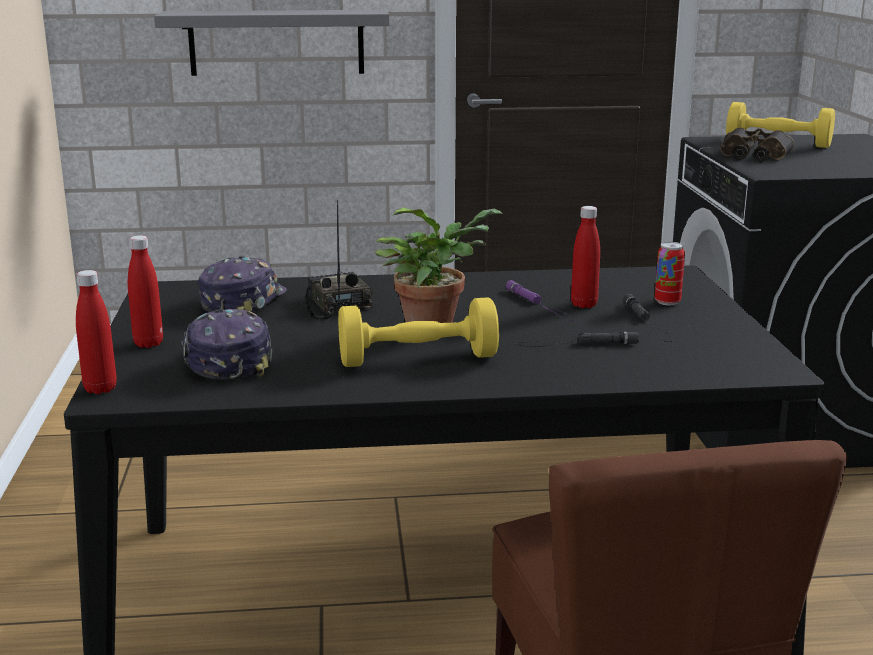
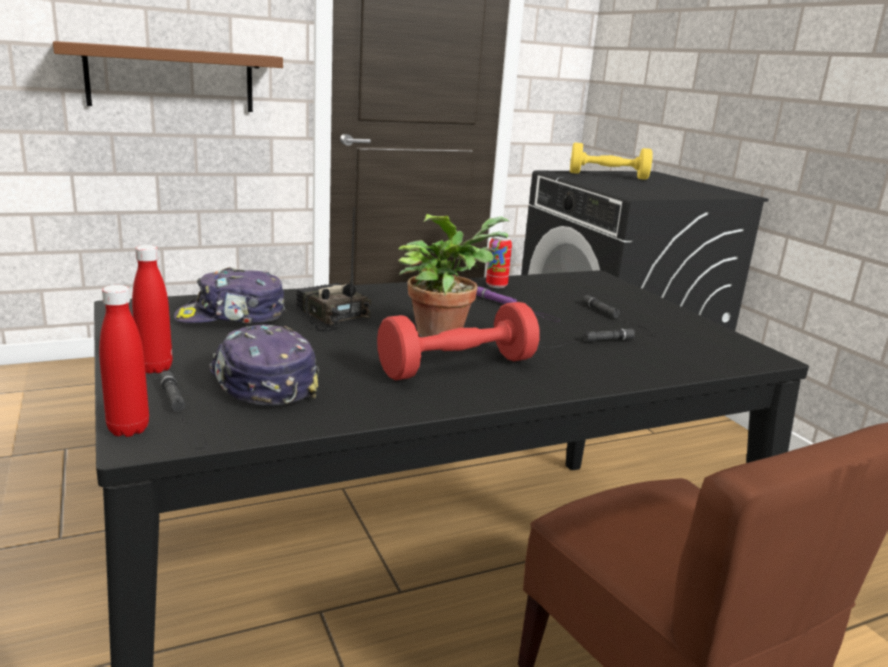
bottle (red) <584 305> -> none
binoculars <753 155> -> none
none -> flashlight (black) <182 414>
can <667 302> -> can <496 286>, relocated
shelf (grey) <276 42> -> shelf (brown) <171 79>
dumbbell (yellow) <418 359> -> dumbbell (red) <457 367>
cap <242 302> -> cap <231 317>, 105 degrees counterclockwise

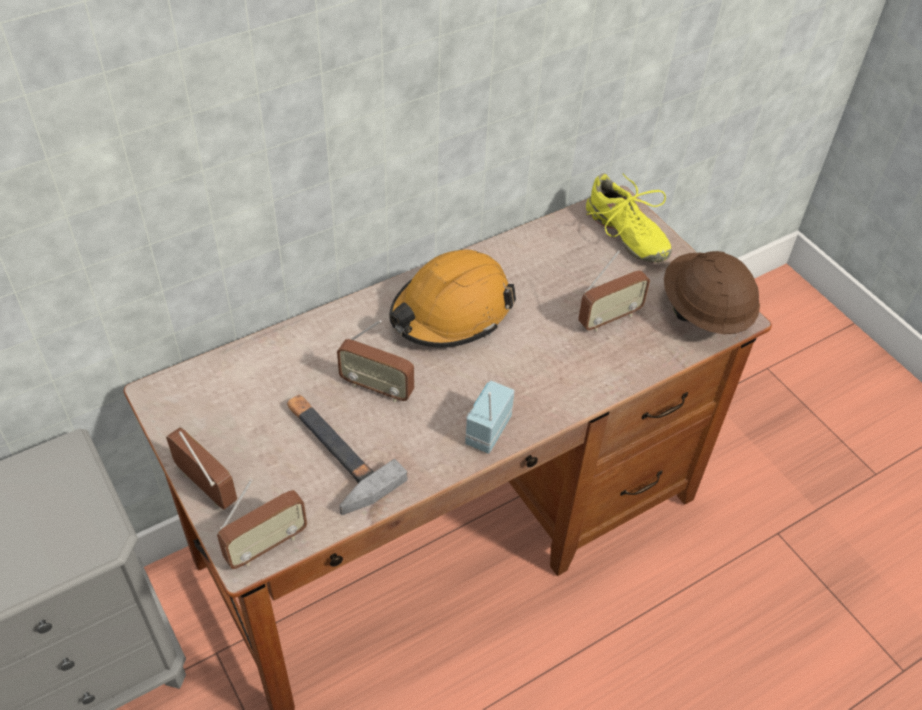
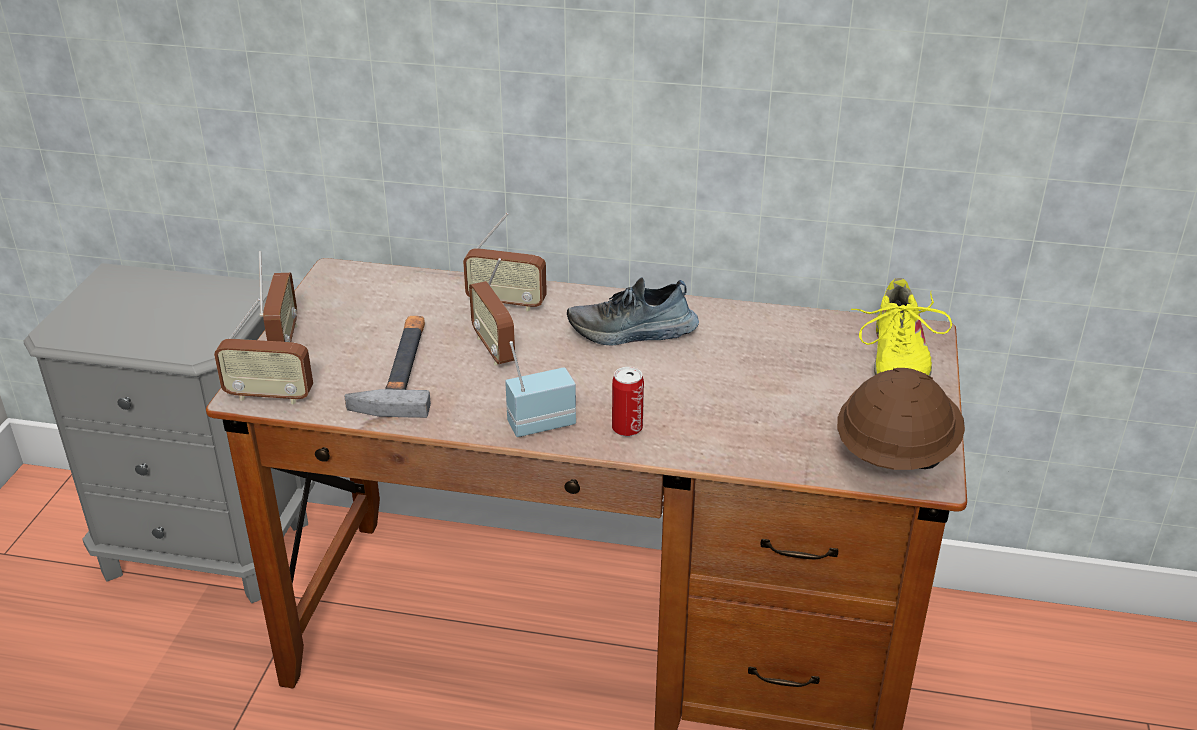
none -> can <627 428>
radio <609 318> -> radio <506 303>, relocated
hard hat (orange) <451 312> -> shoe <632 332>

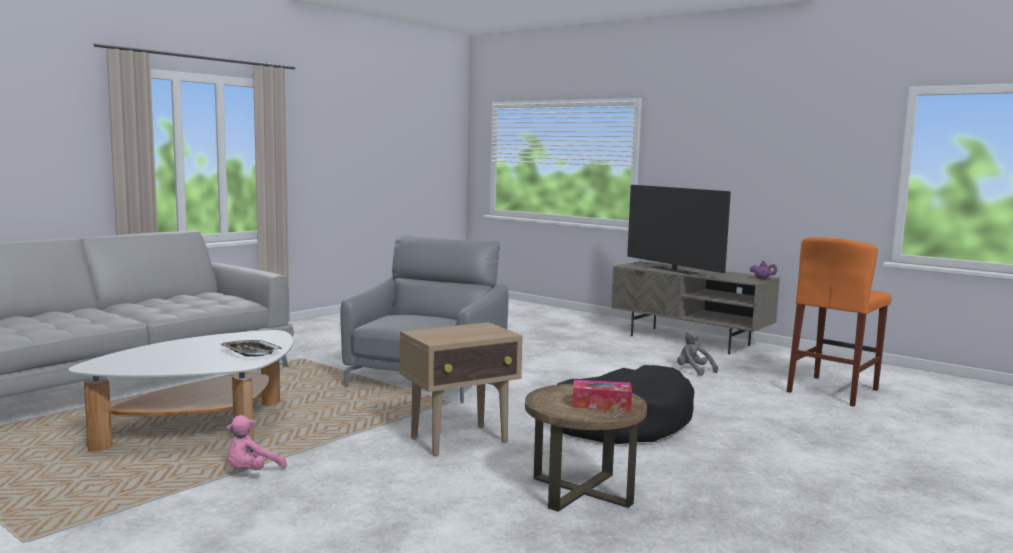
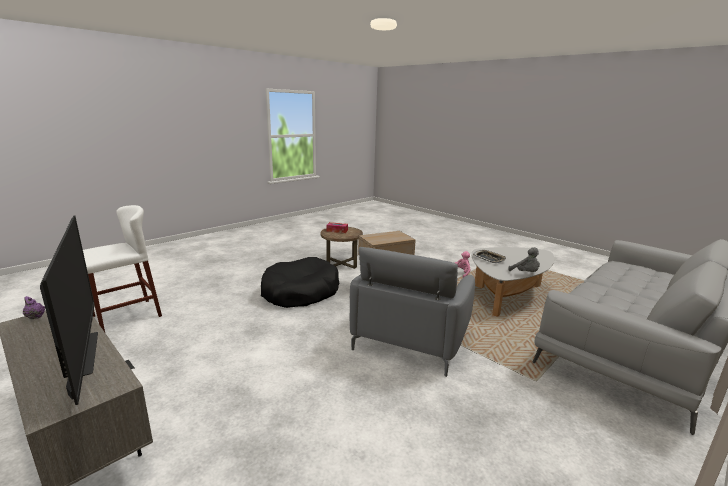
plush toy (grey) <693 371> -> plush toy (grey) <525 273>, relocated
stool (orange) <833 391> -> stool (white) <126 316>

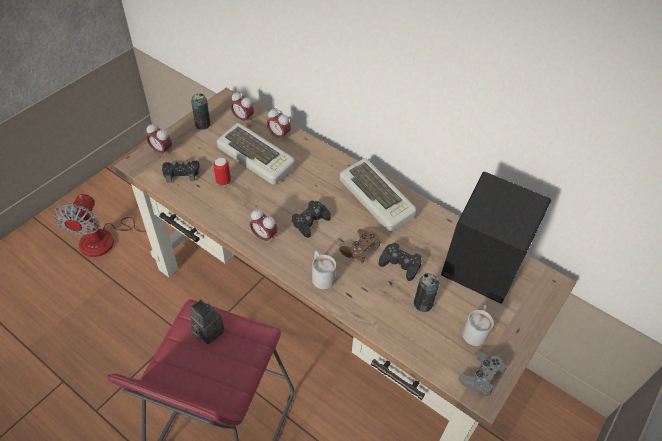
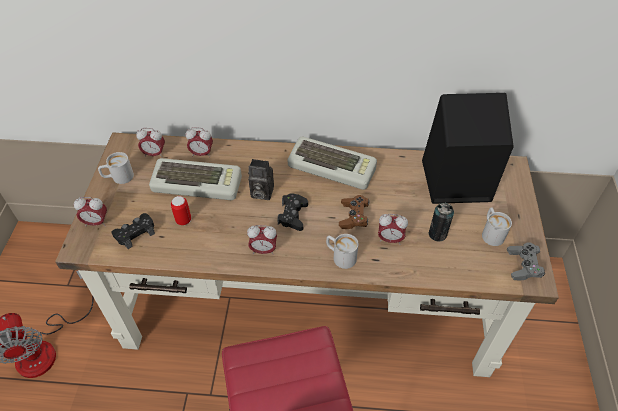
game controller (black) <400 264> -> none
none -> alarm clock <390 239>
photo camera <207 331> -> photo camera <260 193>, relocated
can <203 124> -> mug (white) <118 177>

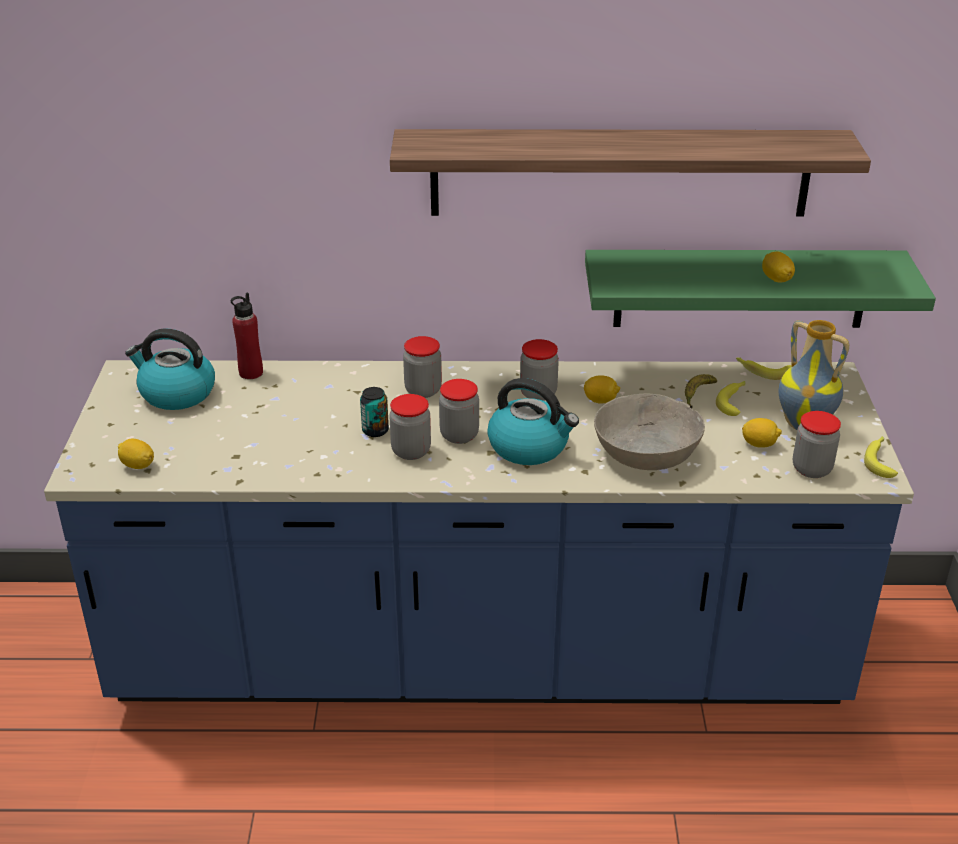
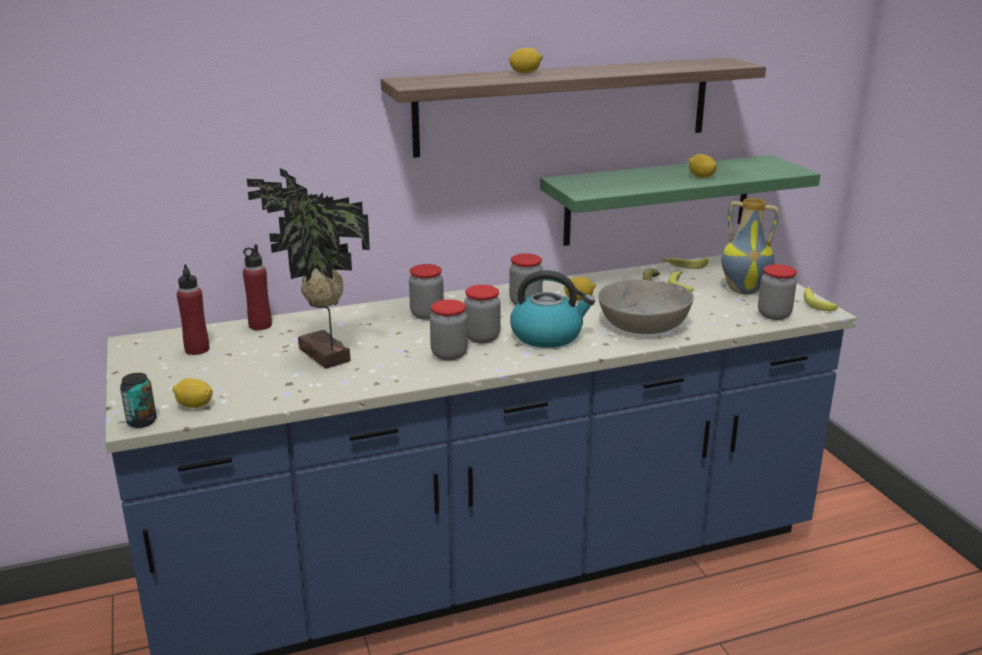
none -> potted plant <321 357>
can <375 430> -> can <141 421>, relocated
lemon <759 444> -> lemon <525 73>, relocated
kettle <176 393> -> bottle (red) <197 349>

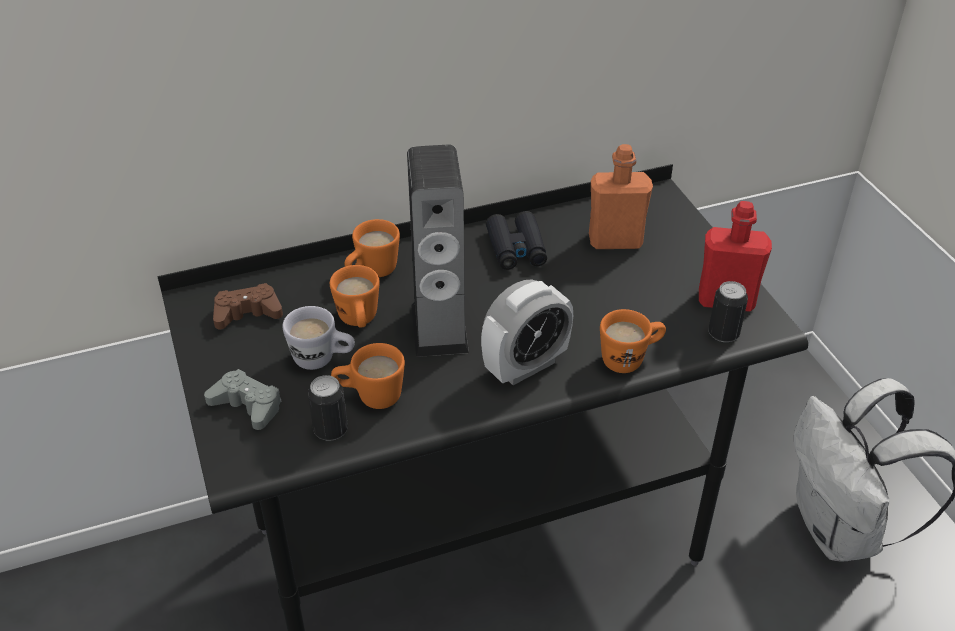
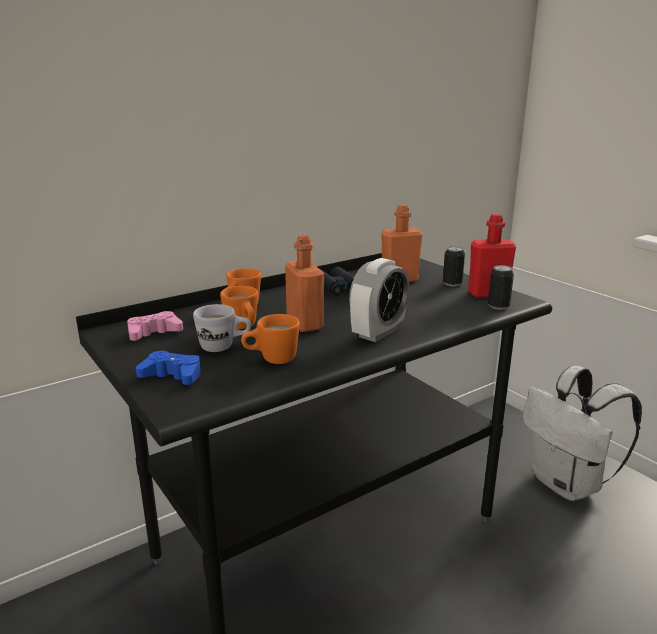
mug (orange) <630 359> -> none
can <330 430> -> can <452 283>, relocated
speaker <439 328> -> bottle (orange) <305 324>
game controller (grey) <247 405> -> game controller (blue) <172 375>
game controller (brown) <247 313> -> game controller (pink) <153 333>

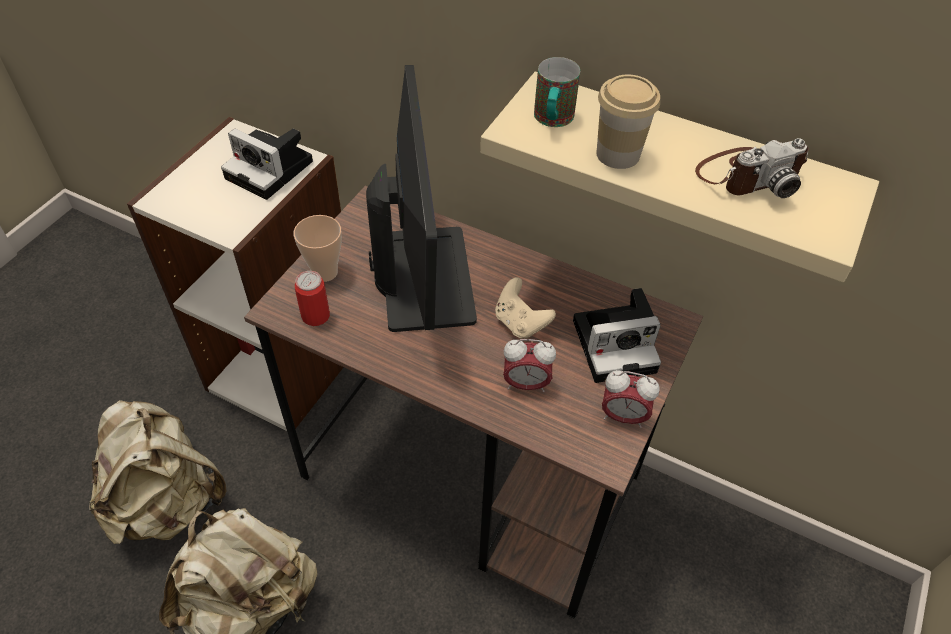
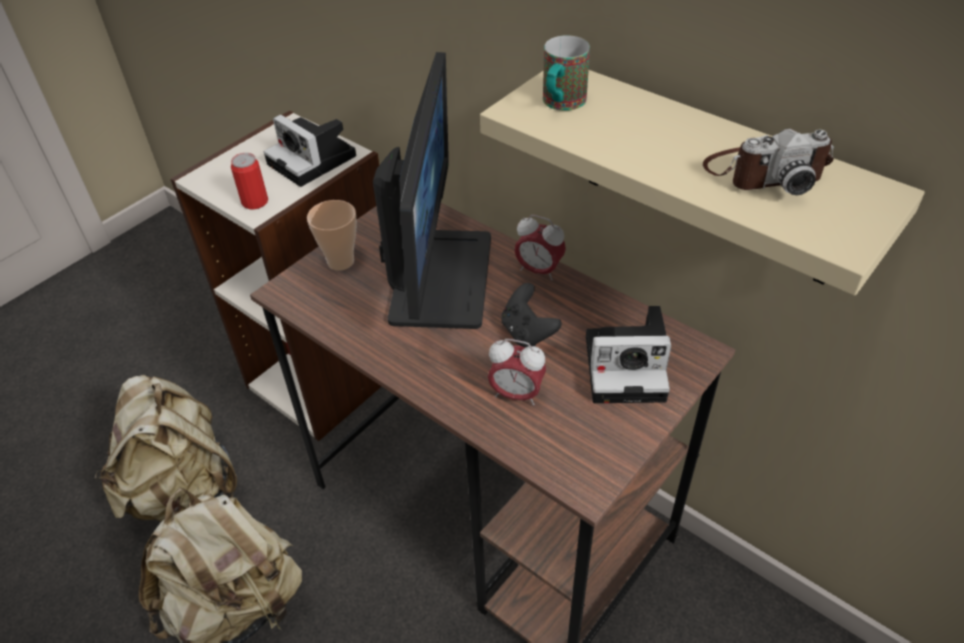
cup <618 154> -> none
can <315 316> -> can <255 202>, relocated
alarm clock <623 416> -> alarm clock <539 270>, relocated
game controller (beige) <520 323> -> game controller (black) <527 333>

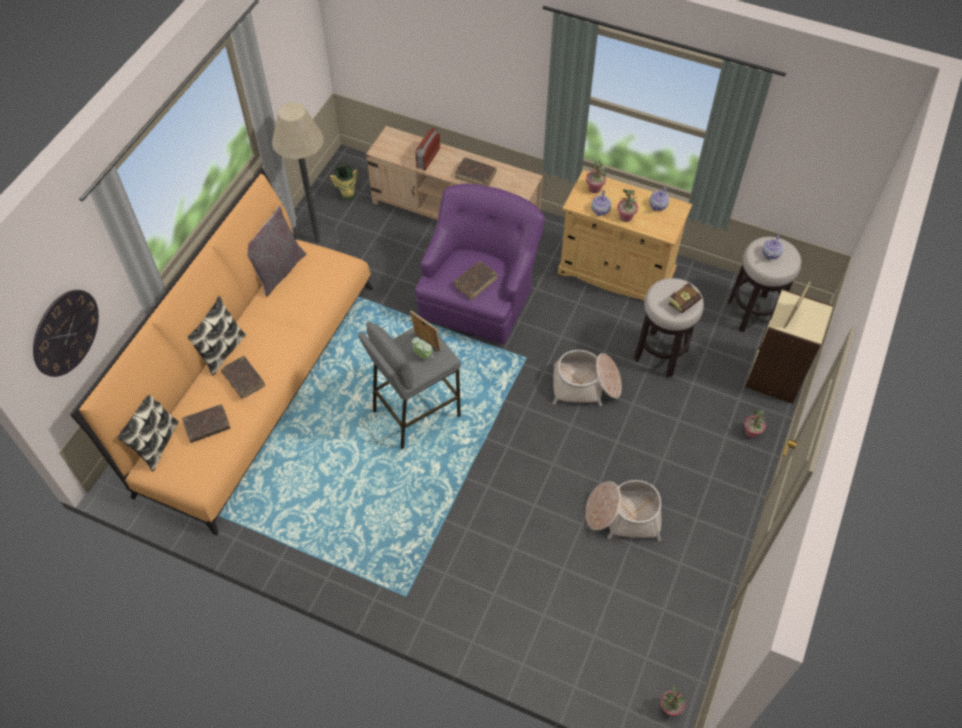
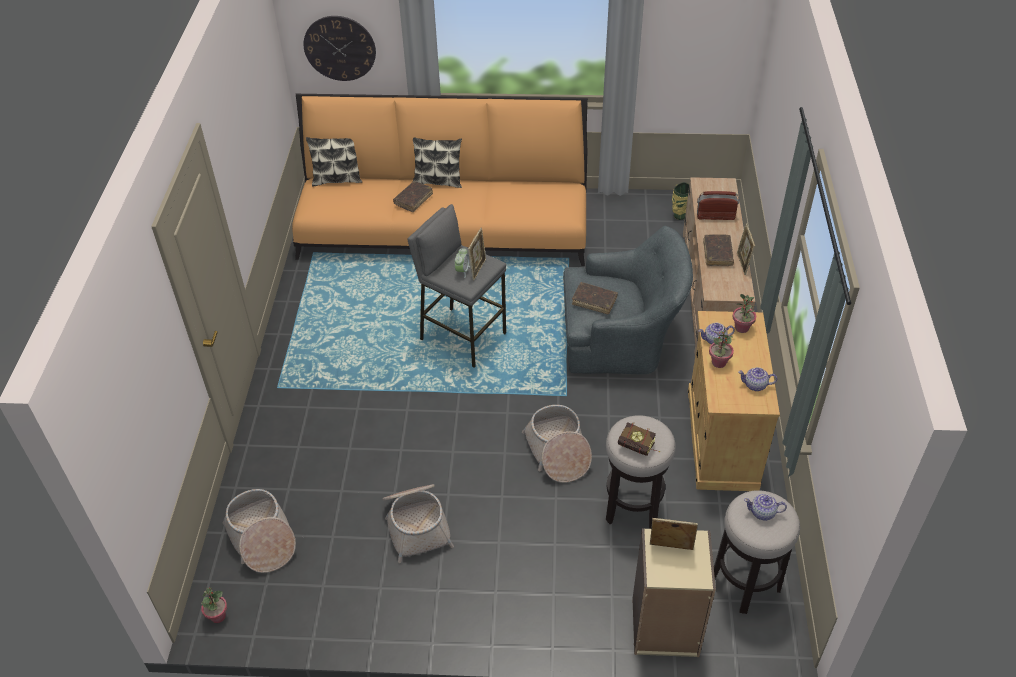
book (brown) <207 426> -> none
pillow (grey) <278 271> -> none
floor lamp <318 242> -> none
potted plant <751 432> -> none
none -> basket <262 539>
none -> picture frame <742 264>
armchair (purple) <479 295> -> armchair (grey) <621 339>

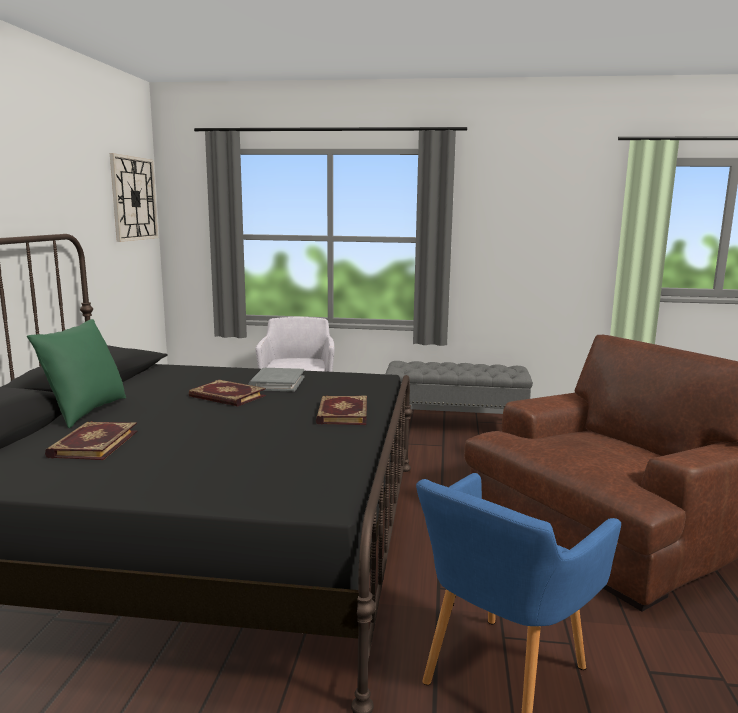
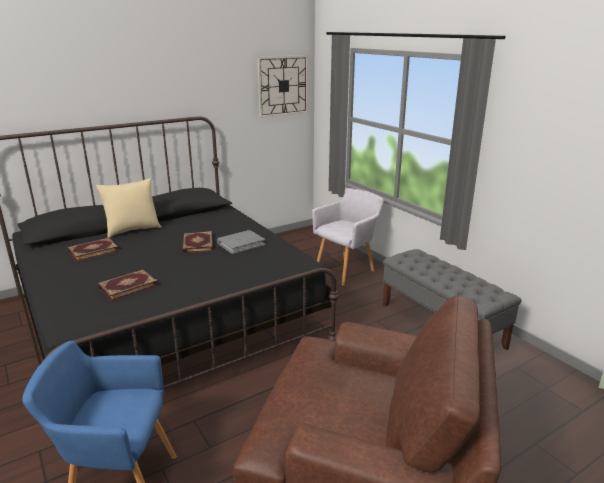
book <341 413> -> book <127 286>, relocated
pillow (green) <85 412> -> pillow (beige) <132 230>

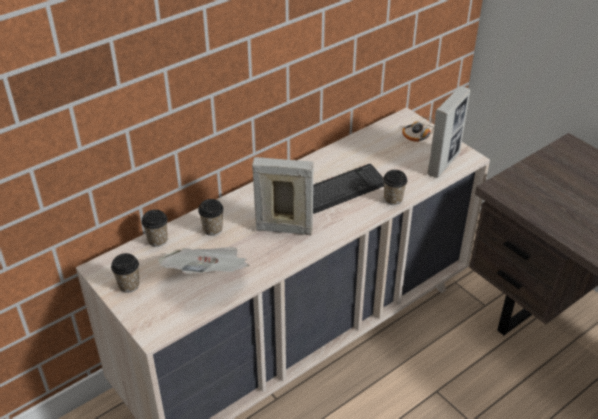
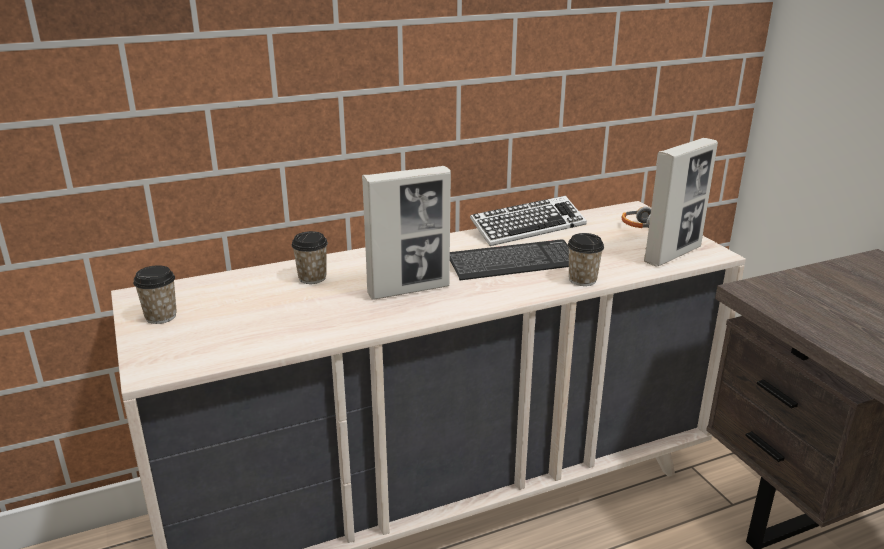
cup <157 240> -> none
newspaper <209 276> -> none
none -> keyboard <528 228>
picture frame <284 229> -> picture frame <409 290>, 135 degrees clockwise

